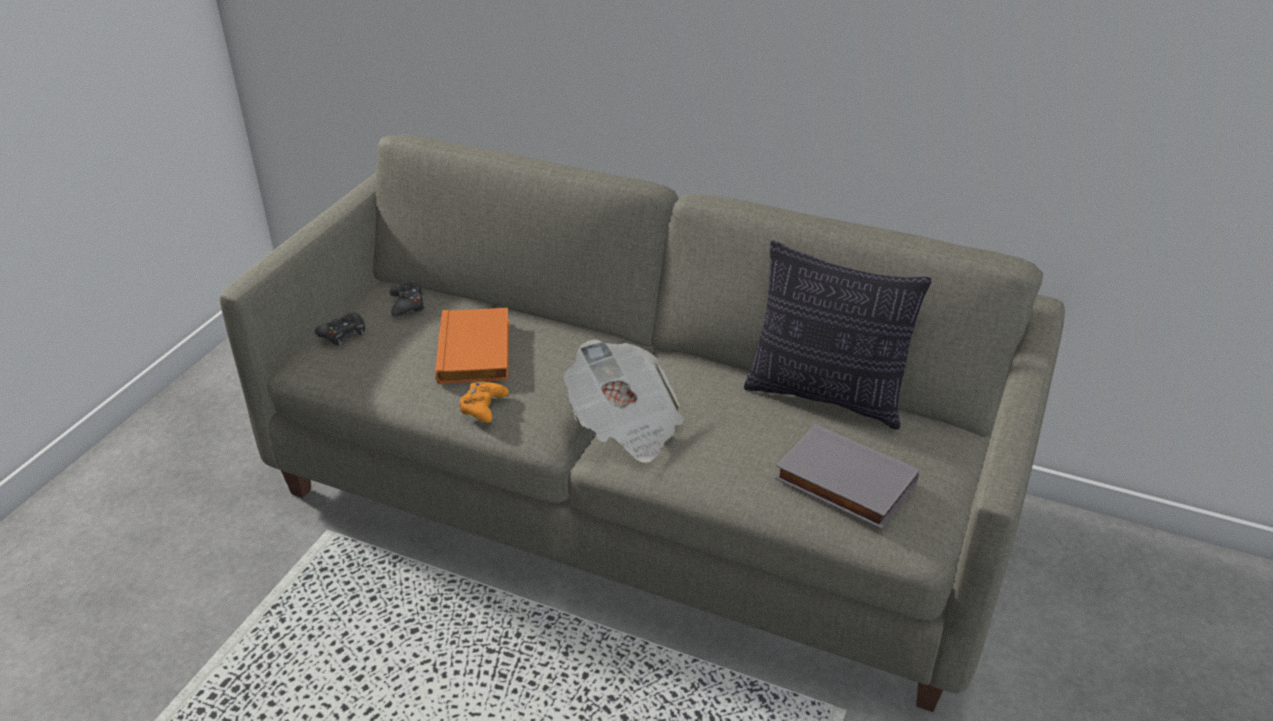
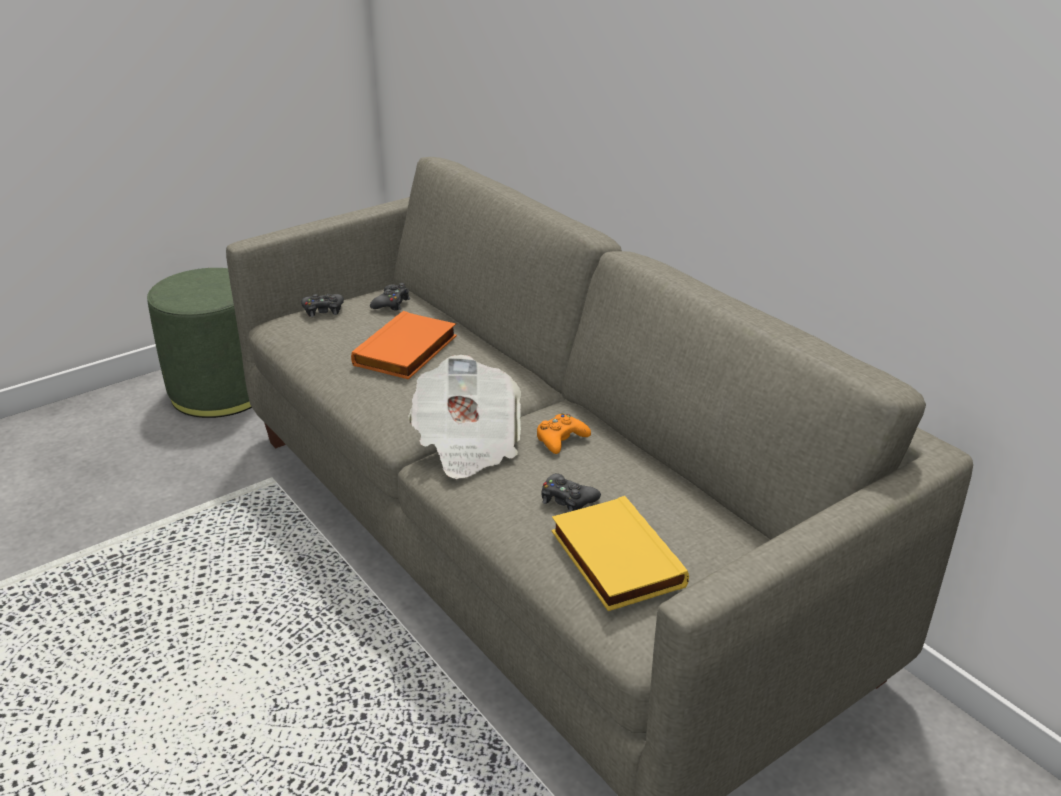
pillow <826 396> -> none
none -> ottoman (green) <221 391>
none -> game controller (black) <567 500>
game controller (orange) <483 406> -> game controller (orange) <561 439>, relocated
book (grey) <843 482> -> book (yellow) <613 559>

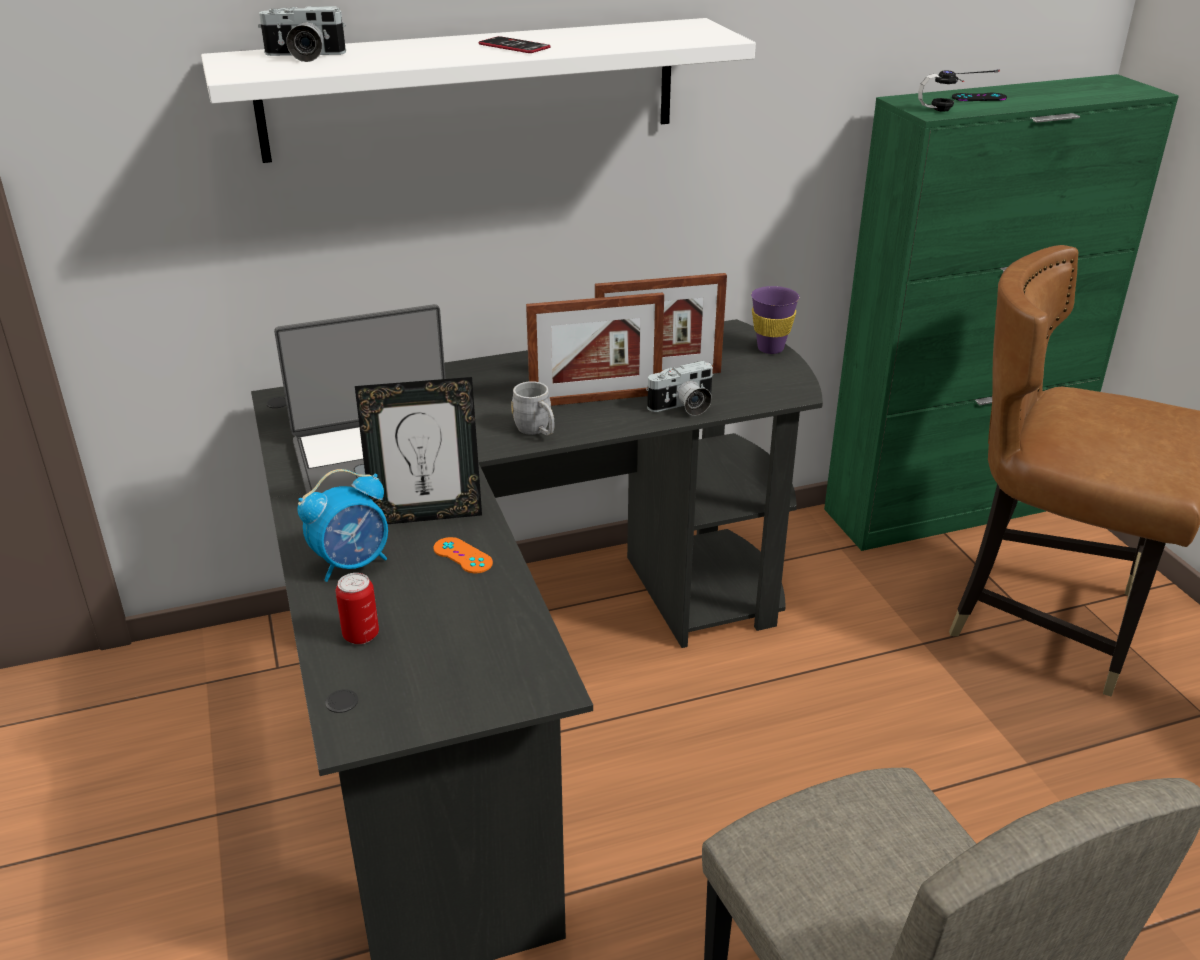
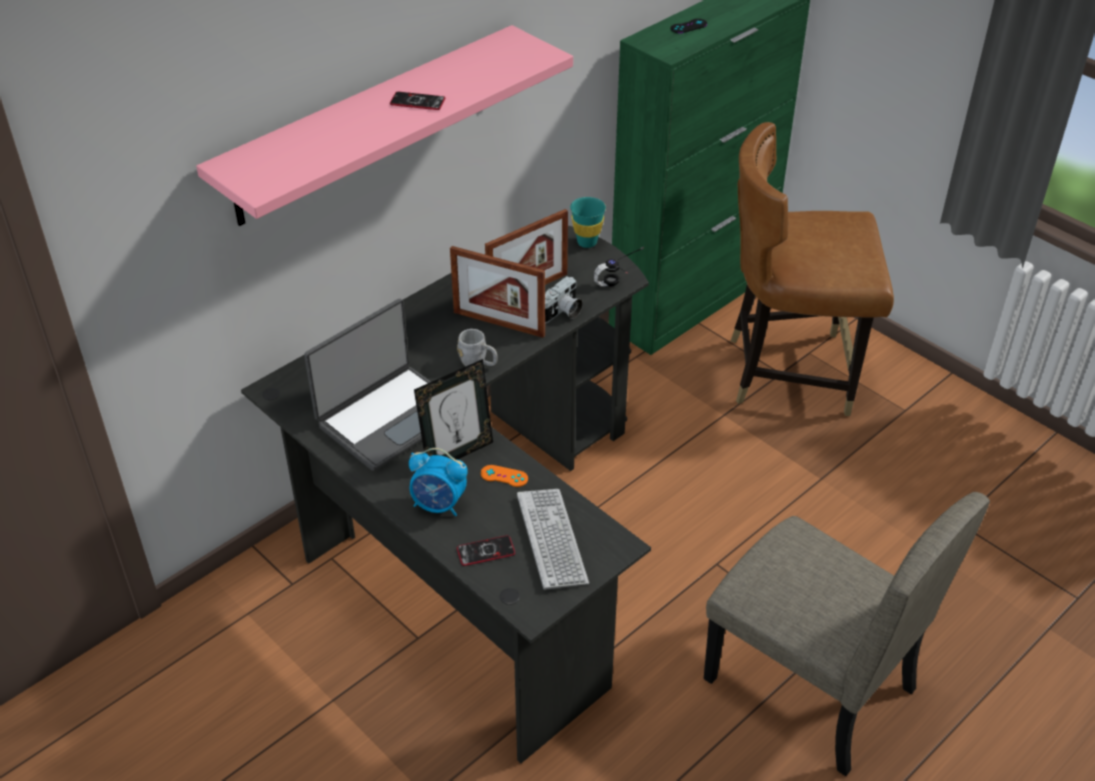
photo camera <304 56> -> none
none -> keyboard <551 539>
headphones <957 111> -> headphones <622 283>, relocated
can <361 635> -> phone <486 551>
shelf (white) <472 89> -> shelf (pink) <369 125>
cup (purple) <770 348> -> cup (turquoise) <587 242>
alarm clock <352 563> -> alarm clock <439 505>, 75 degrees clockwise
picture frame <595 399> -> picture frame <499 323>, 60 degrees clockwise

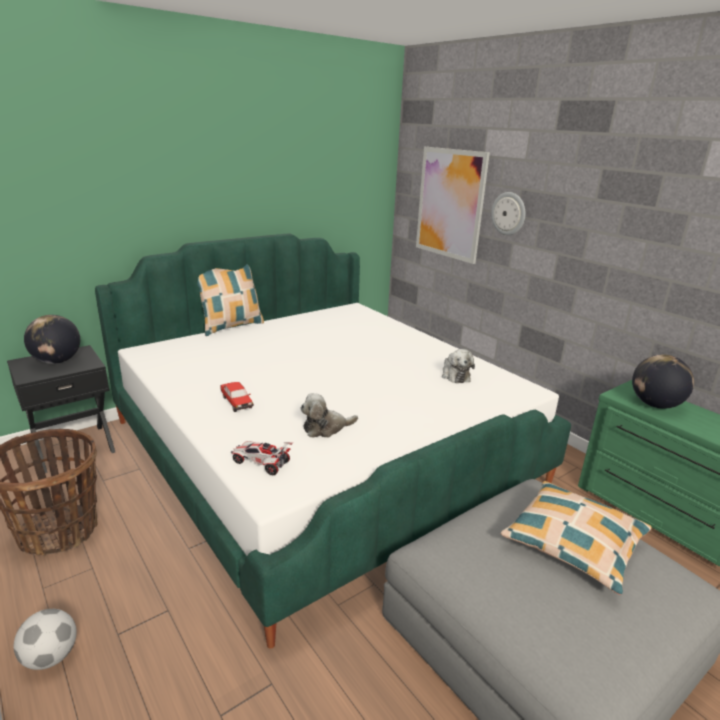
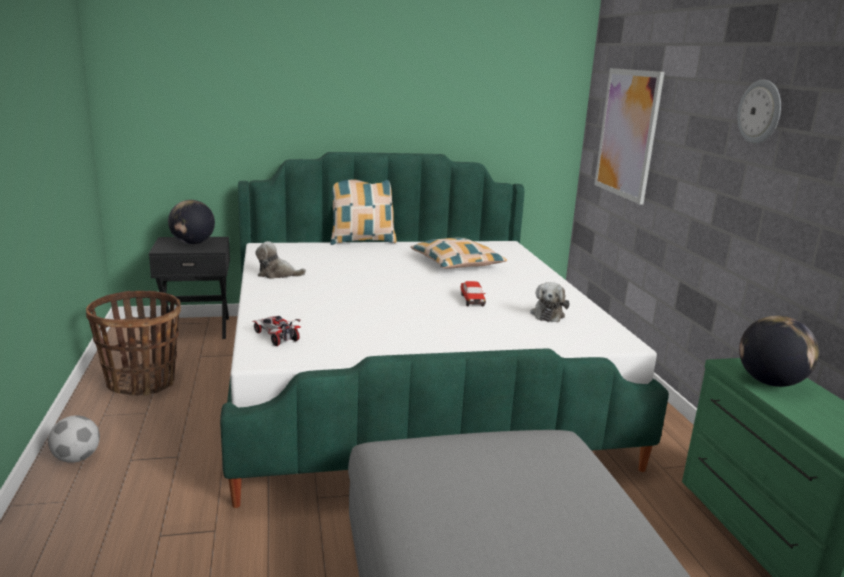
toy car <236 402> -> toy car <472 300>, relocated
plush toy <325 428> -> plush toy <277 274>, relocated
wall clock <508 213> -> wall clock <760 112>, relocated
pillow <574 543> -> pillow <457 263>, relocated

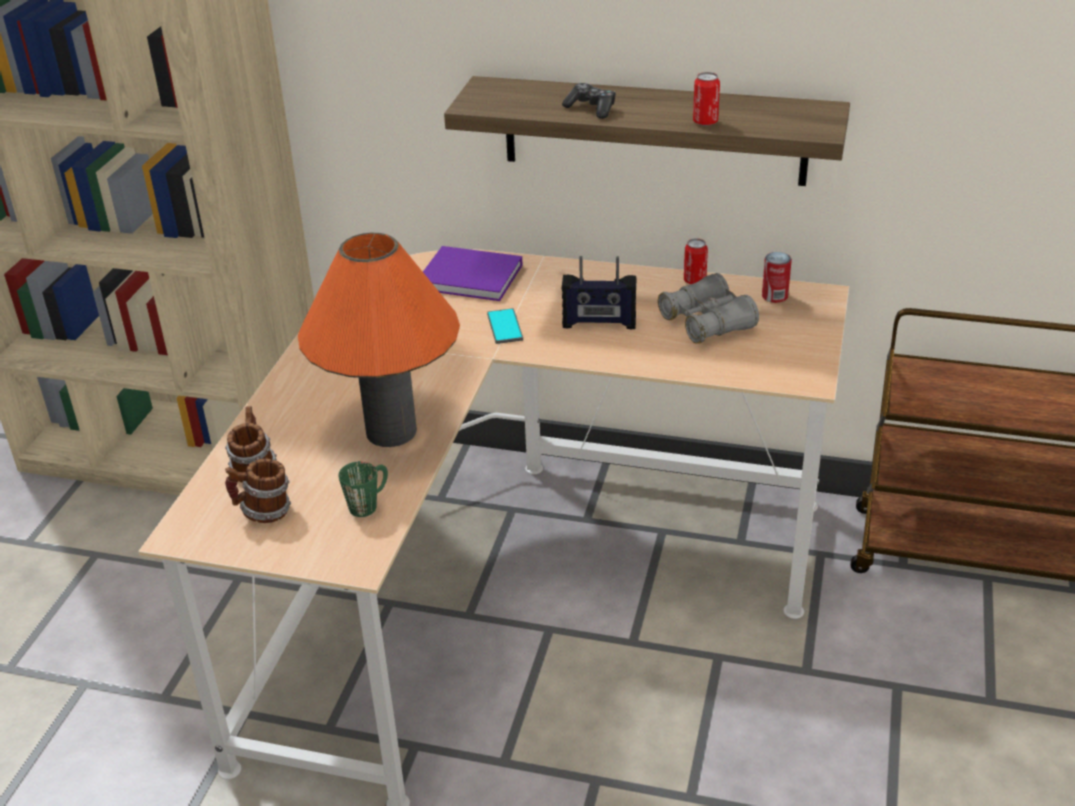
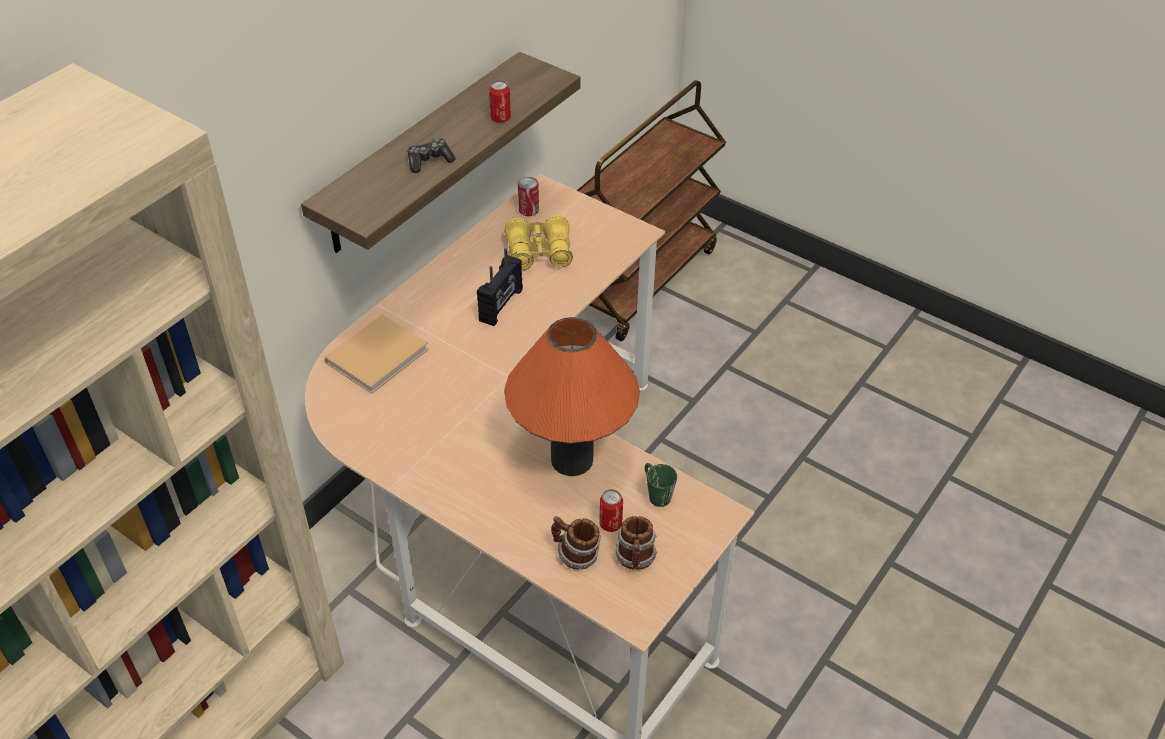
phone <505 327> -> none
can <694 281> -> can <610 524>, relocated
book (purple) <473 277> -> book (beige) <379 354>
binoculars (grey) <707 322> -> binoculars (yellow) <539 253>

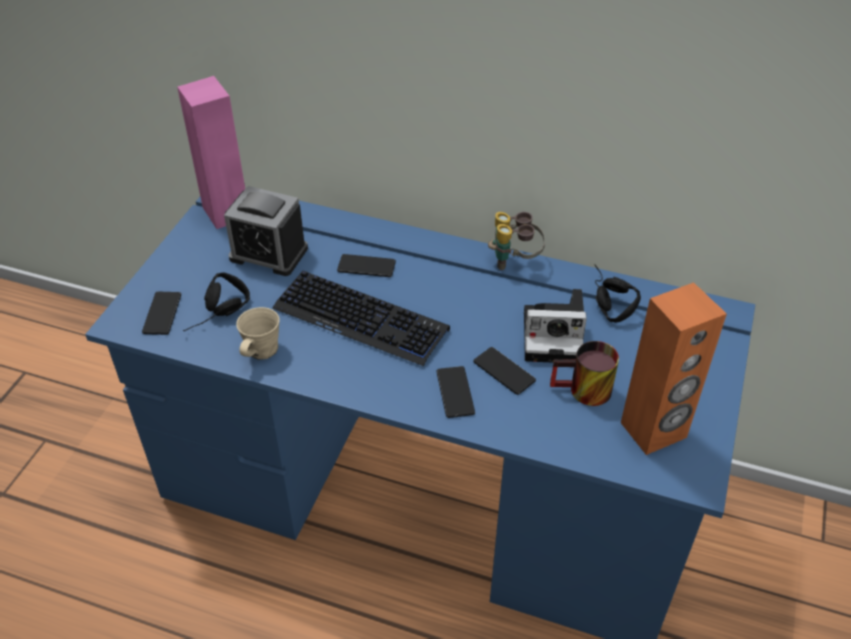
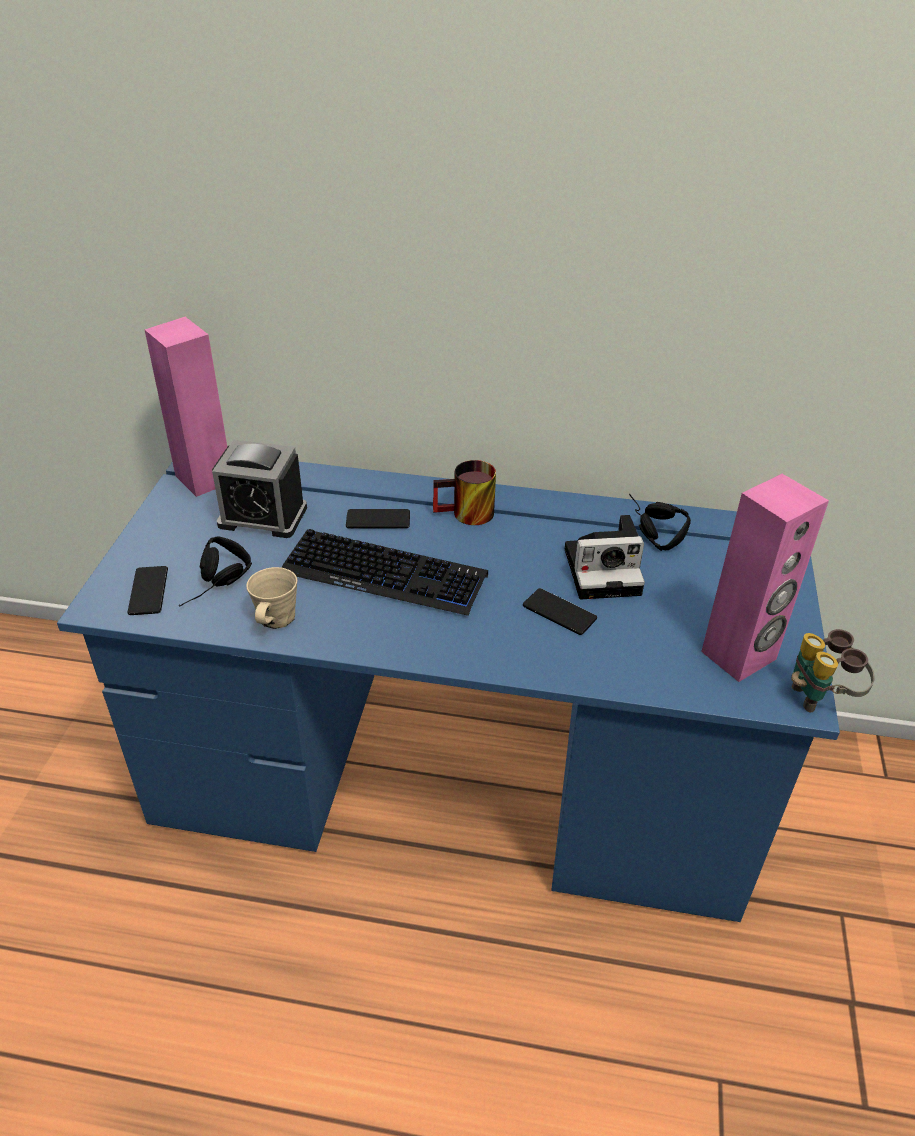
phone <455 392> -> none
binoculars <514 261> -> binoculars <820 696>, relocated
mug <583 392> -> mug <466 515>, relocated
speaker (orange) <654 431> -> speaker (pink) <739 656>

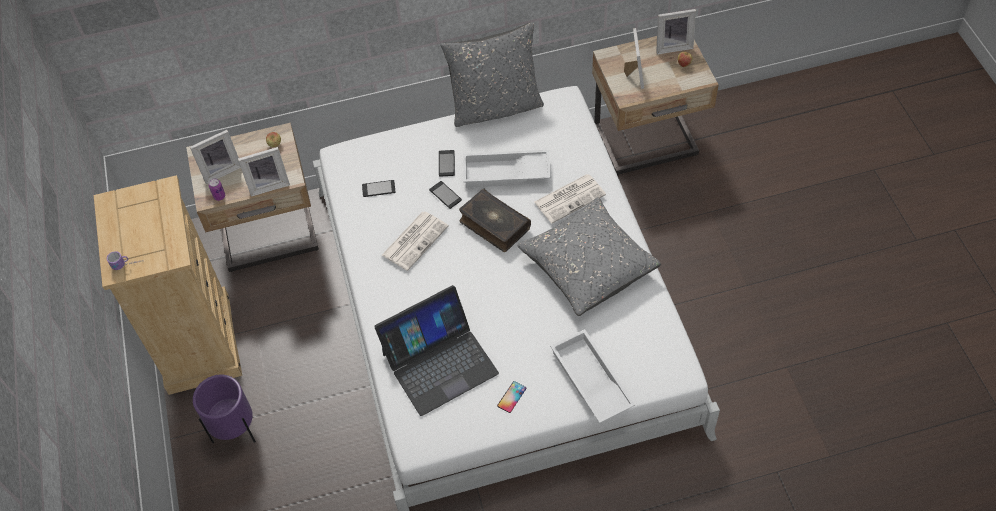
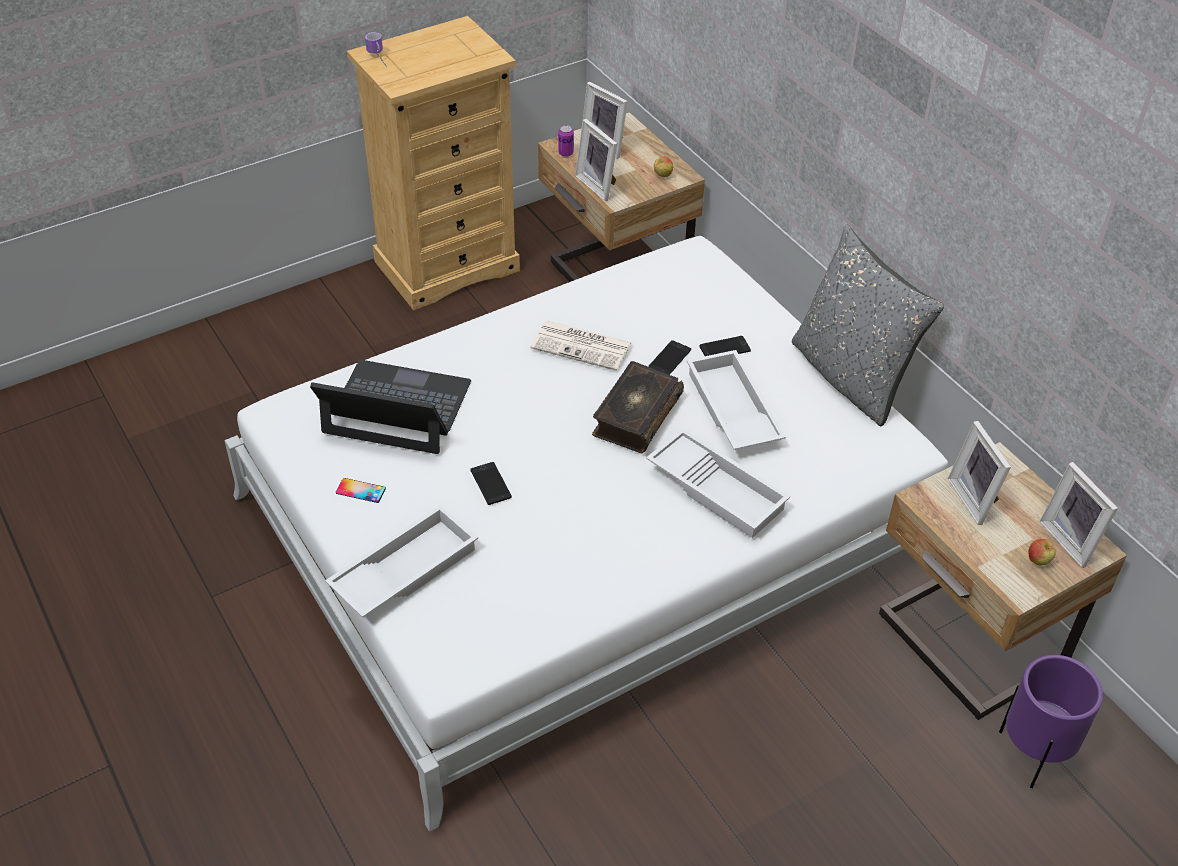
pillow (grey) <588 266> -> none
planter (purple) <236 431> -> planter (purple) <1033 755>, relocated
phone <378 189> -> phone <490 484>, relocated
newspaper <570 198> -> tray (white) <718 489>
laptop <439 363> -> laptop <396 408>, 150 degrees clockwise
picture frame <633 75> -> picture frame <975 498>, 90 degrees clockwise

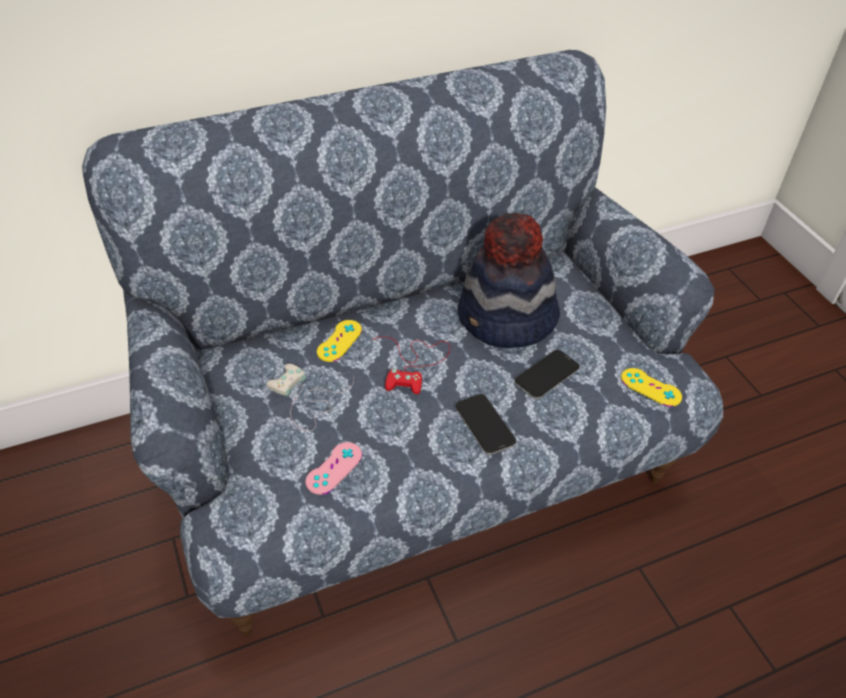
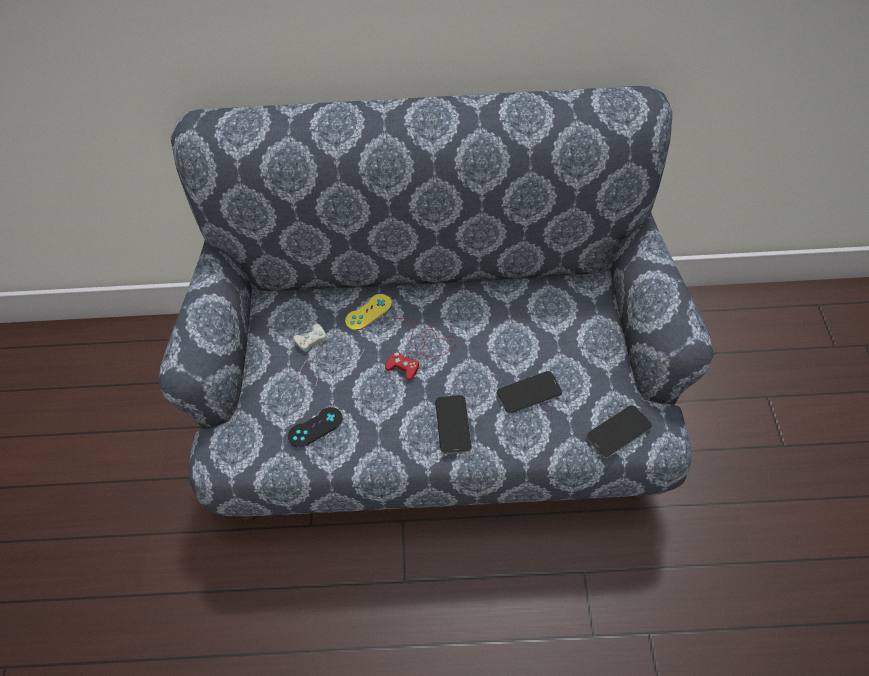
hat <506 320> -> none
game controller (yellow) <651 387> -> phone <618 432>
game controller (pink) <334 468> -> game controller (black) <315 427>

